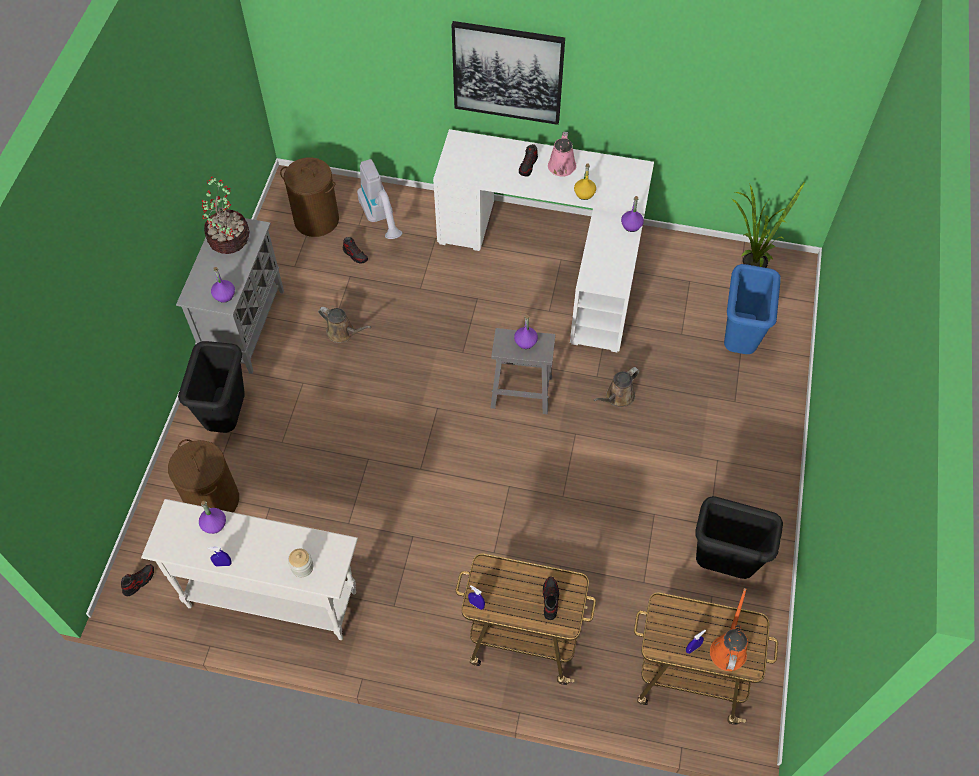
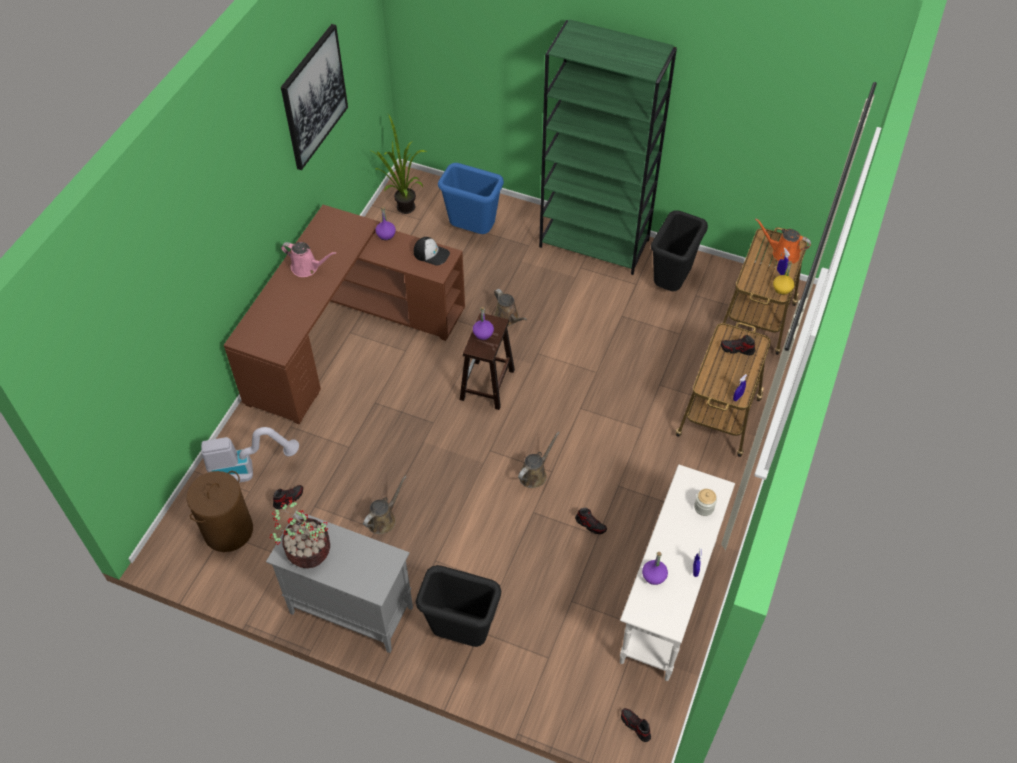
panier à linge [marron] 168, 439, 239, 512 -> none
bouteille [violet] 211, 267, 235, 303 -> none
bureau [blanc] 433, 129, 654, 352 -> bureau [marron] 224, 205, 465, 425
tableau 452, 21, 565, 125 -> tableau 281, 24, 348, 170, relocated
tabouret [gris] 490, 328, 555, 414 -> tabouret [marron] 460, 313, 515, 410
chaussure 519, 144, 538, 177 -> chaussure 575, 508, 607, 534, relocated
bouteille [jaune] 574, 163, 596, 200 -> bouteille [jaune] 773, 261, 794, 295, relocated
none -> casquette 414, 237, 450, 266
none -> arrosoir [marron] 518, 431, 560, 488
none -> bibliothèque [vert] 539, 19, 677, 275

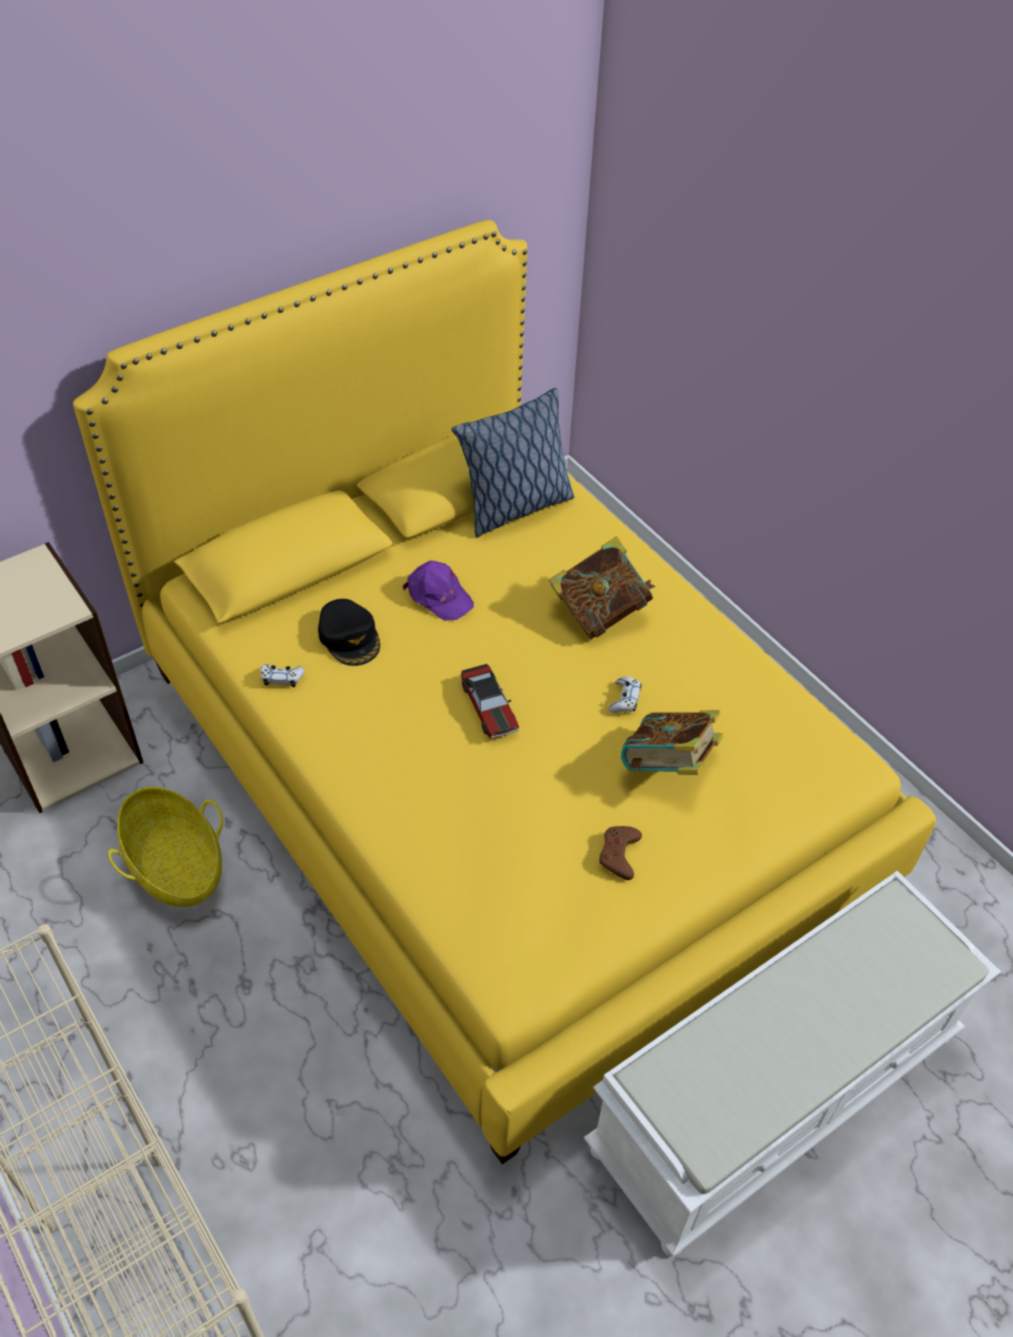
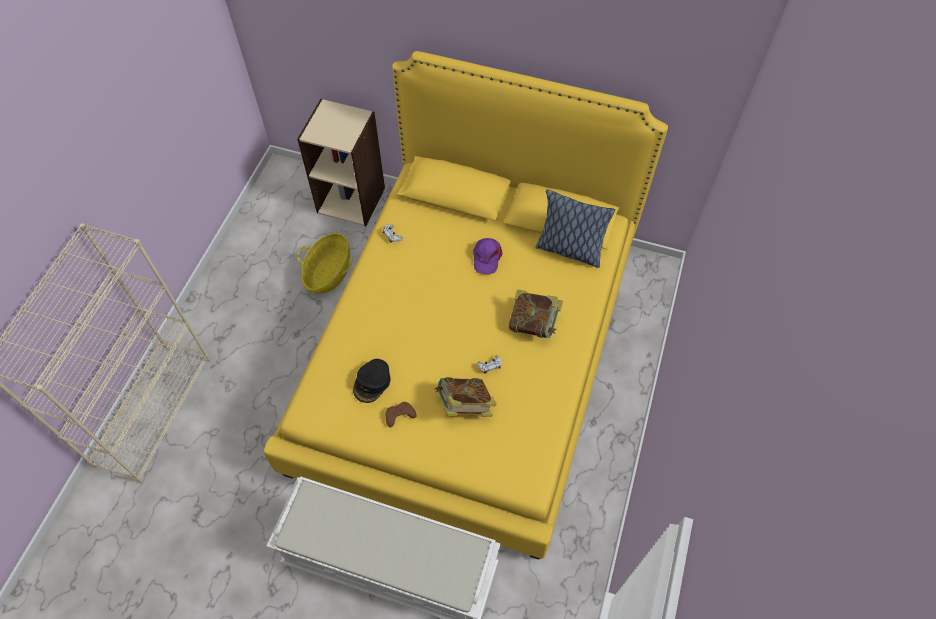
casquette [noir] 318, 599, 380, 666 -> casquette [noir] 353, 359, 390, 403, relocated
petite voiture 461, 664, 519, 738 -> none

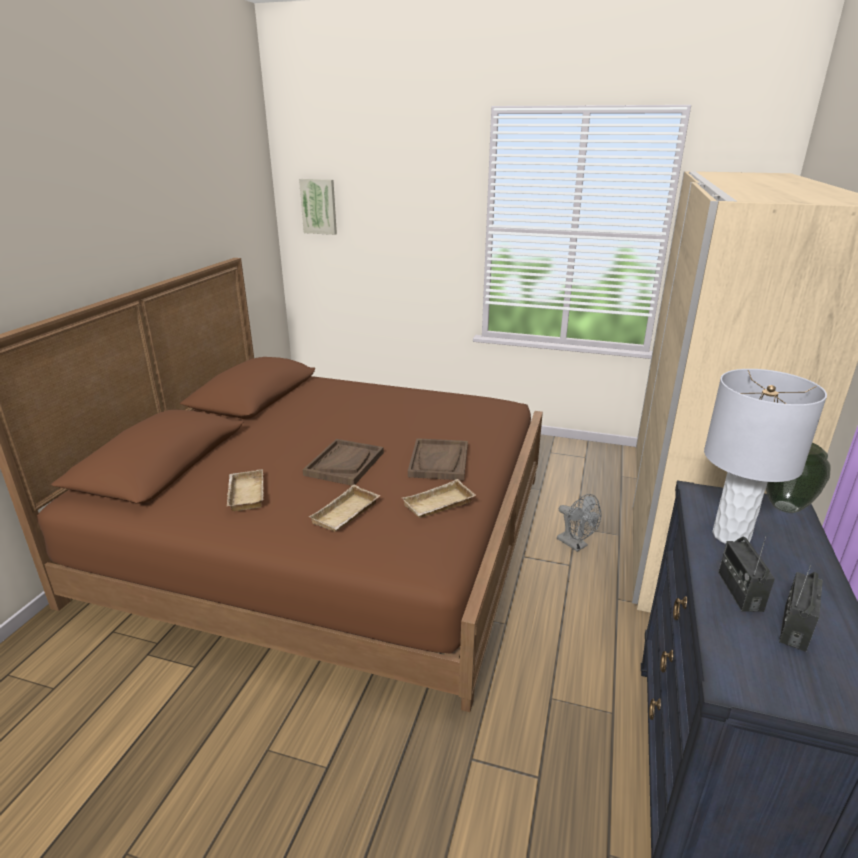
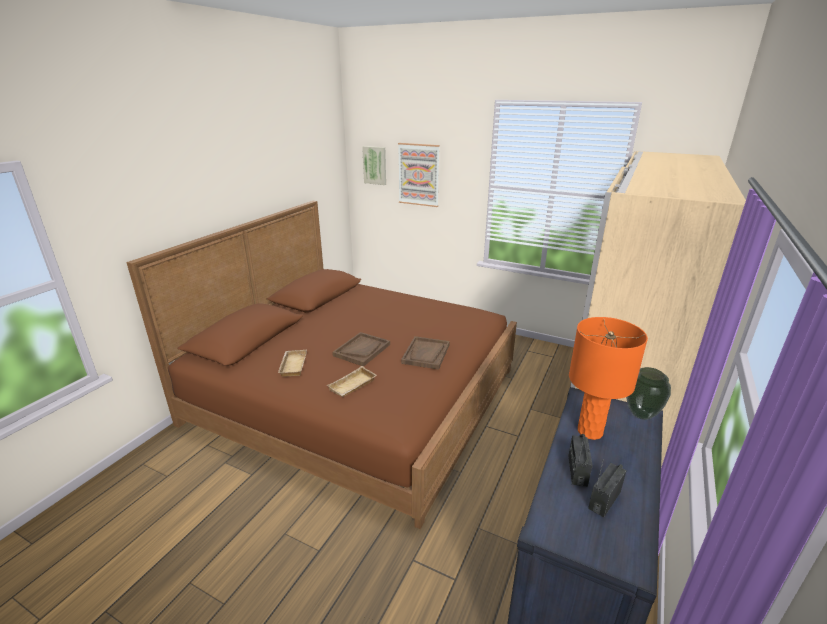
plateau [beige] 402, 479, 476, 518 -> none
ventilateur [gris] 557, 494, 601, 552 -> none
lampe de table [gris] 704, 369, 827, 544 -> lampe de table [orange] 569, 317, 648, 440
none -> tableau 398, 143, 440, 207

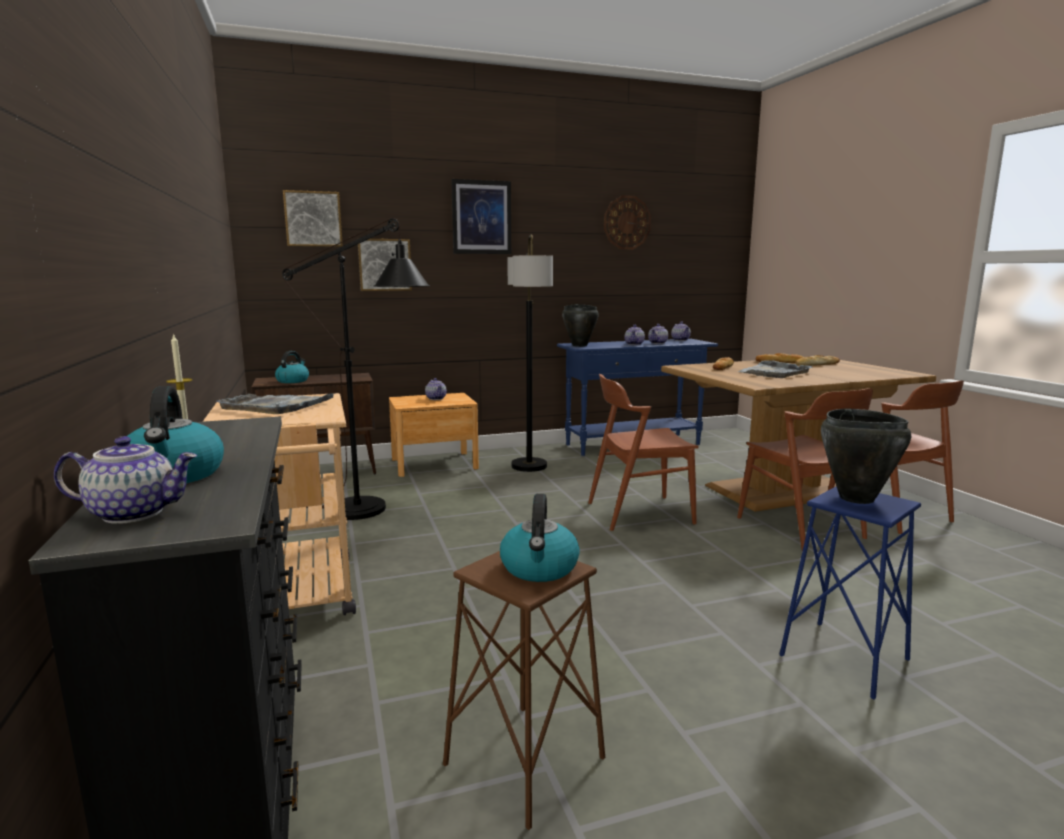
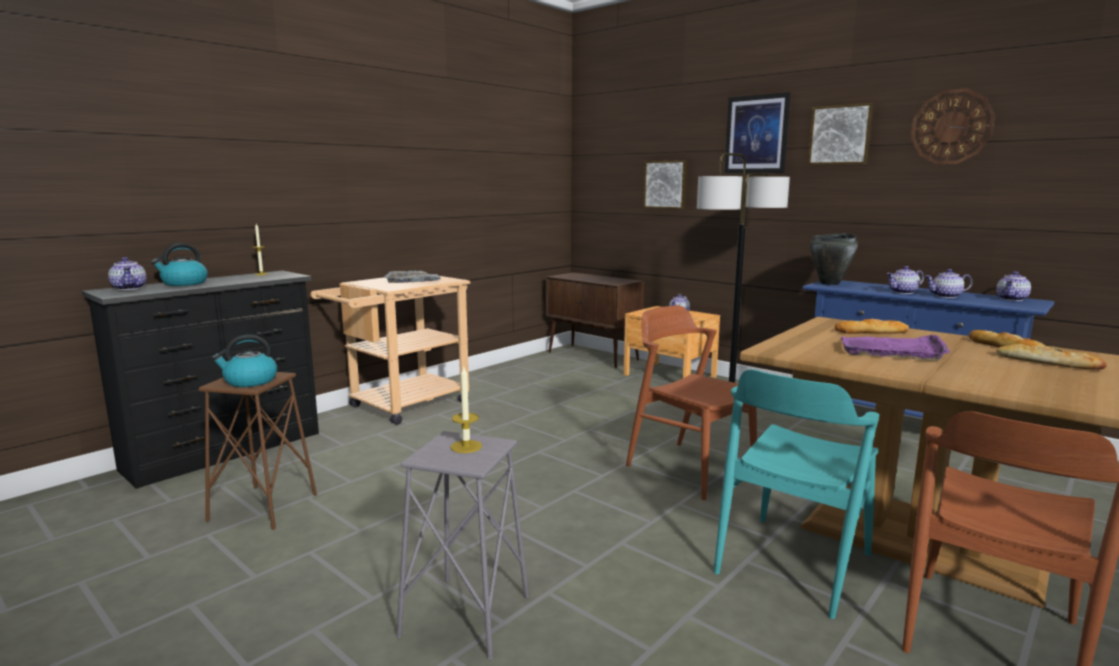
bouilloire 275, 351, 309, 383 -> none
lampadaire [noir] 282, 218, 430, 520 -> none
tableau 283, 190, 343, 247 -> tableau 808, 103, 874, 165, relocated
plateau [gris] 737, 360, 812, 378 -> plateau [violet] 841, 335, 950, 361
chaise [marron] 737, 388, 873, 551 -> chaise [turquoise] 714, 370, 879, 619
tabouret [bleu] 780, 486, 921, 700 -> tabouret [gris] 396, 431, 529, 660
marmite [noir] 821, 408, 911, 504 -> bougie 450, 365, 482, 453

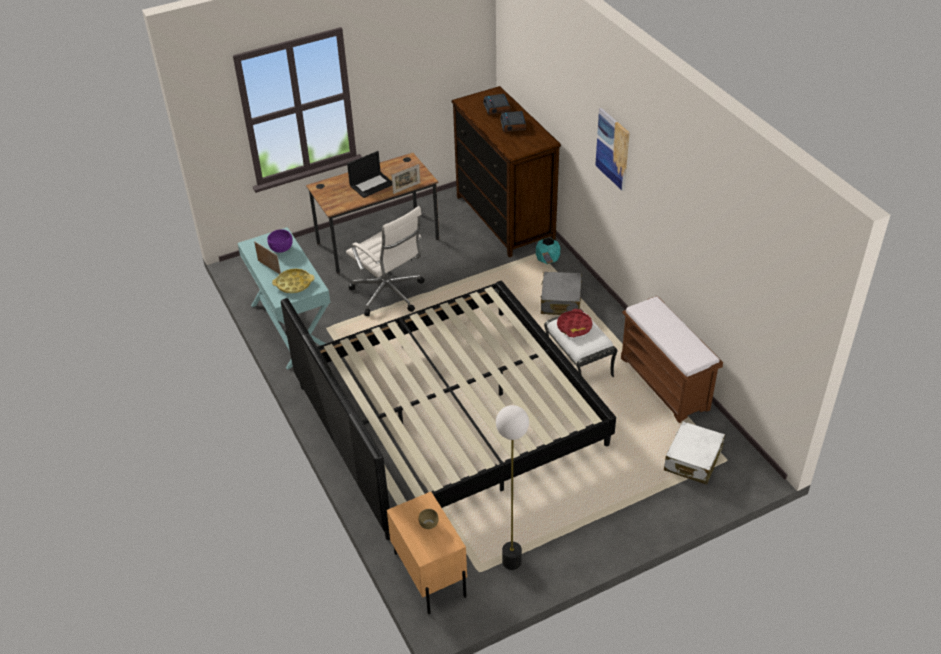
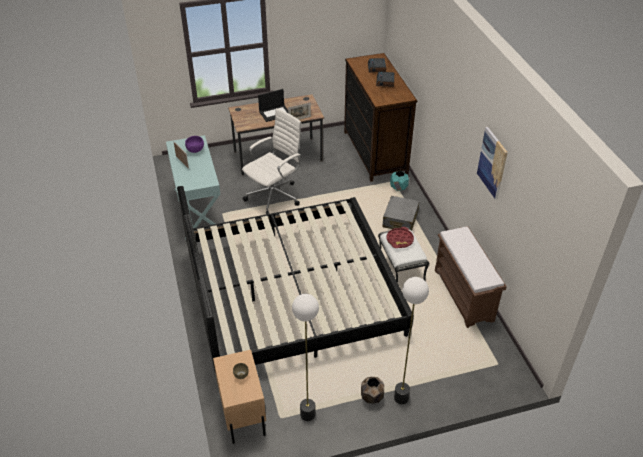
plateau [jaune] 272, 268, 314, 293 -> none
chaise de bureau [blanc] 346, 206, 425, 316 -> chaise de bureau [blanc] 242, 108, 302, 214, 105 degrees counterclockwise
tableau 595, 108, 630, 191 -> tableau 477, 127, 508, 200, relocated
valise [blanc] 664, 421, 725, 485 -> none
none -> cache-pot [marron] 361, 377, 384, 404
none -> lampadaire 394, 277, 429, 404

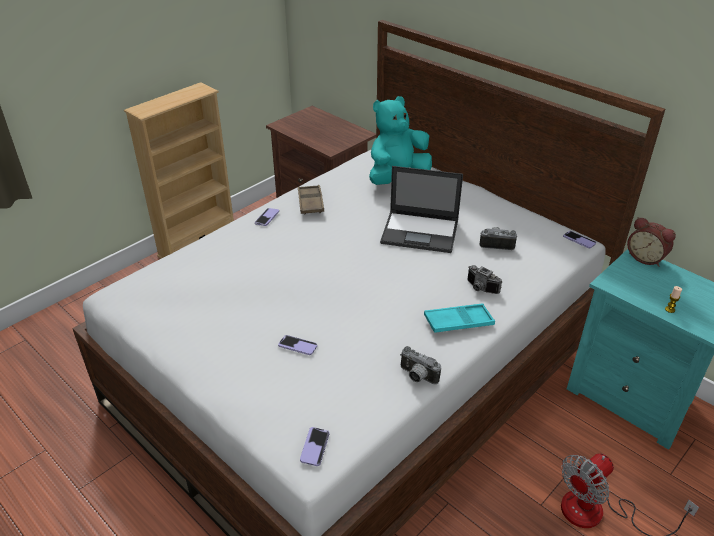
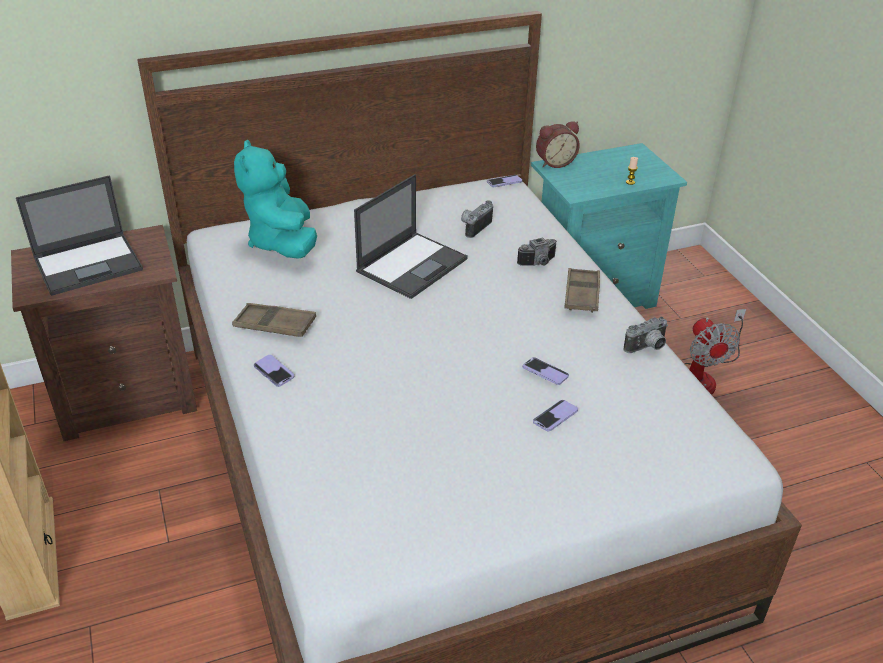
téléphone 300, 427, 329, 466 -> téléphone 523, 357, 569, 385, relocated
plateau [turquoise] 424, 304, 495, 333 -> plateau [marron] 565, 268, 600, 313
none -> ordinateur portable 16, 175, 143, 296

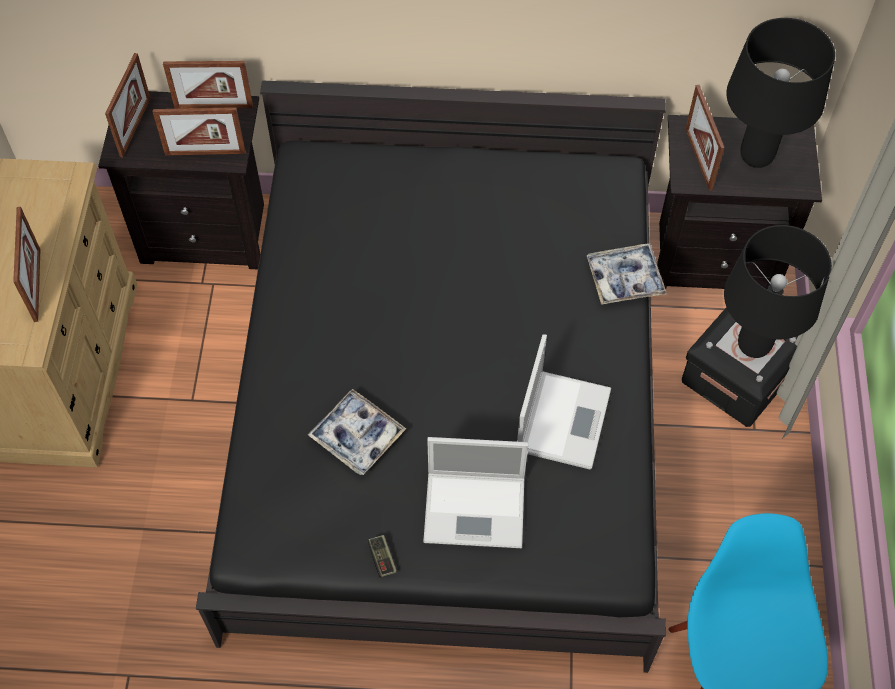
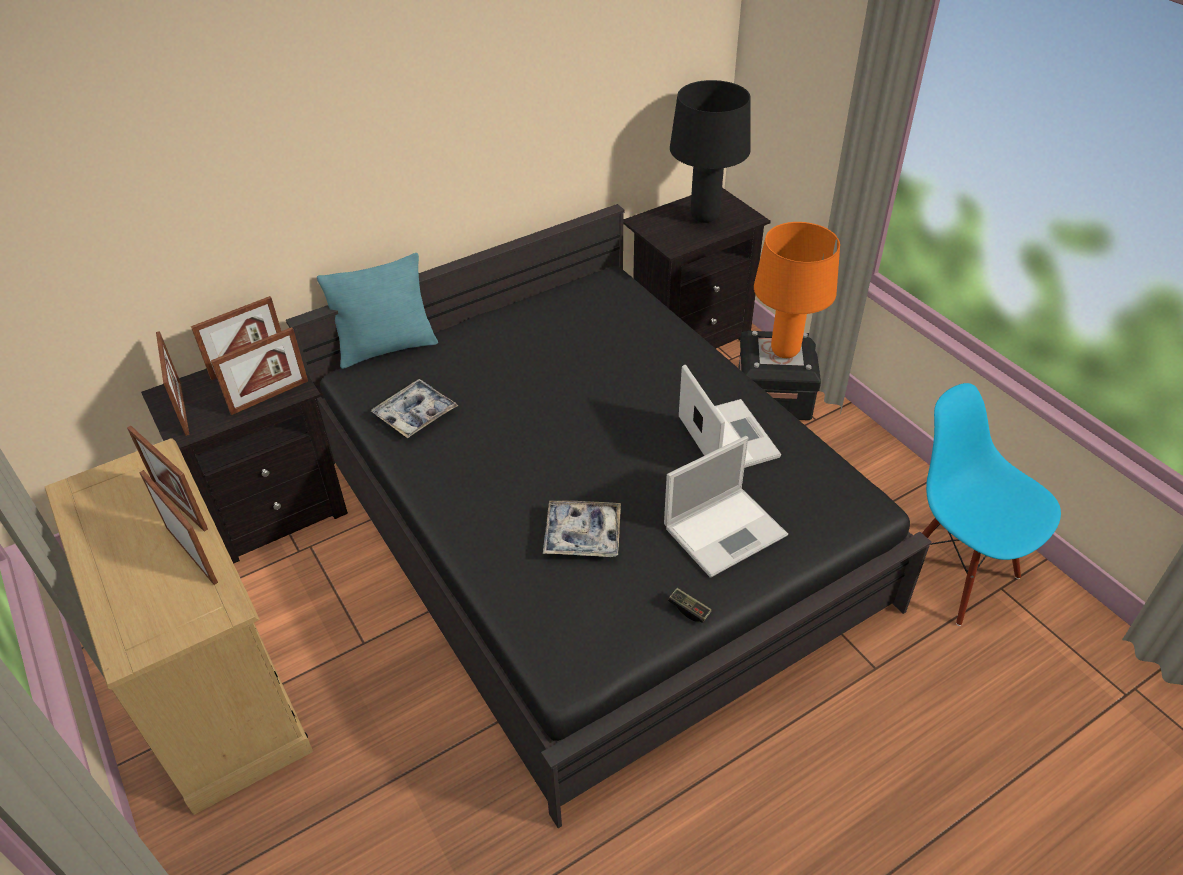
plateau 586, 243, 667, 305 -> plateau 371, 379, 458, 438, relocated
cadre photo 685, 85, 725, 191 -> cadre photo 127, 426, 208, 532, relocated
lampe de table [noir] 724, 225, 832, 358 -> lampe de table [orange] 754, 222, 840, 358
none -> coussin [turquoise] 317, 253, 438, 369

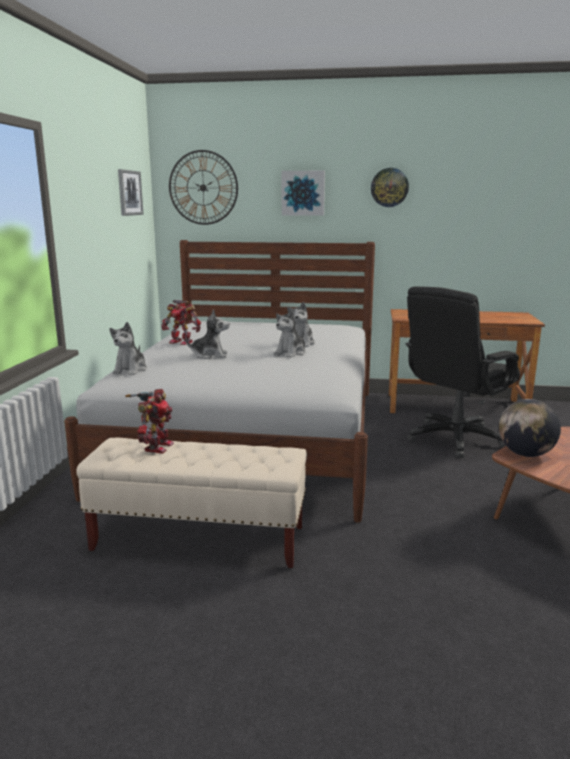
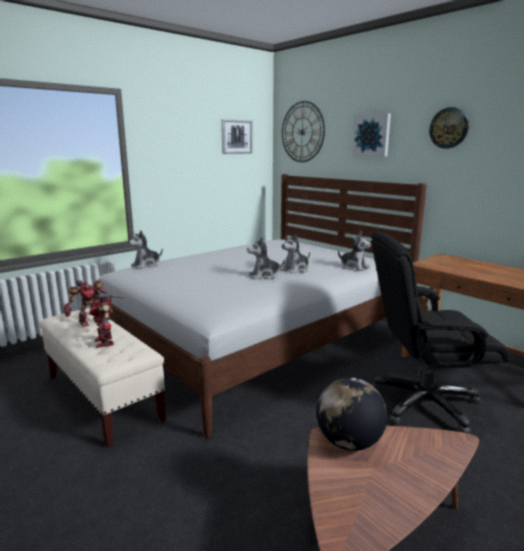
robot jouet 161, 300, 201, 345 -> robot jouet 90, 294, 125, 348, relocated
peluche 185, 309, 230, 359 -> peluche 338, 231, 371, 271, relocated

